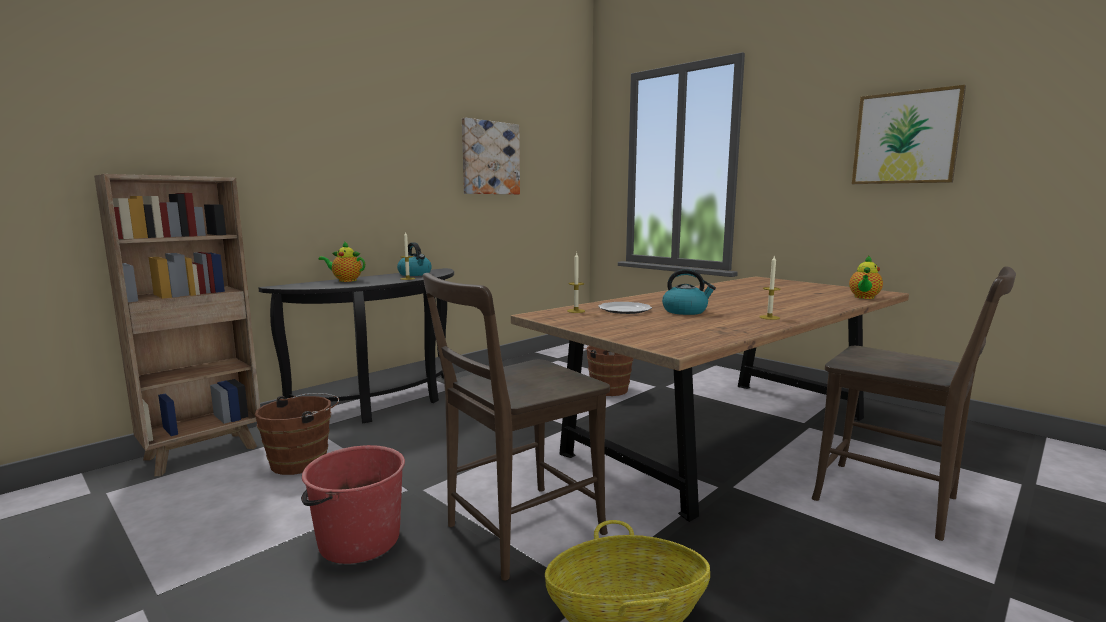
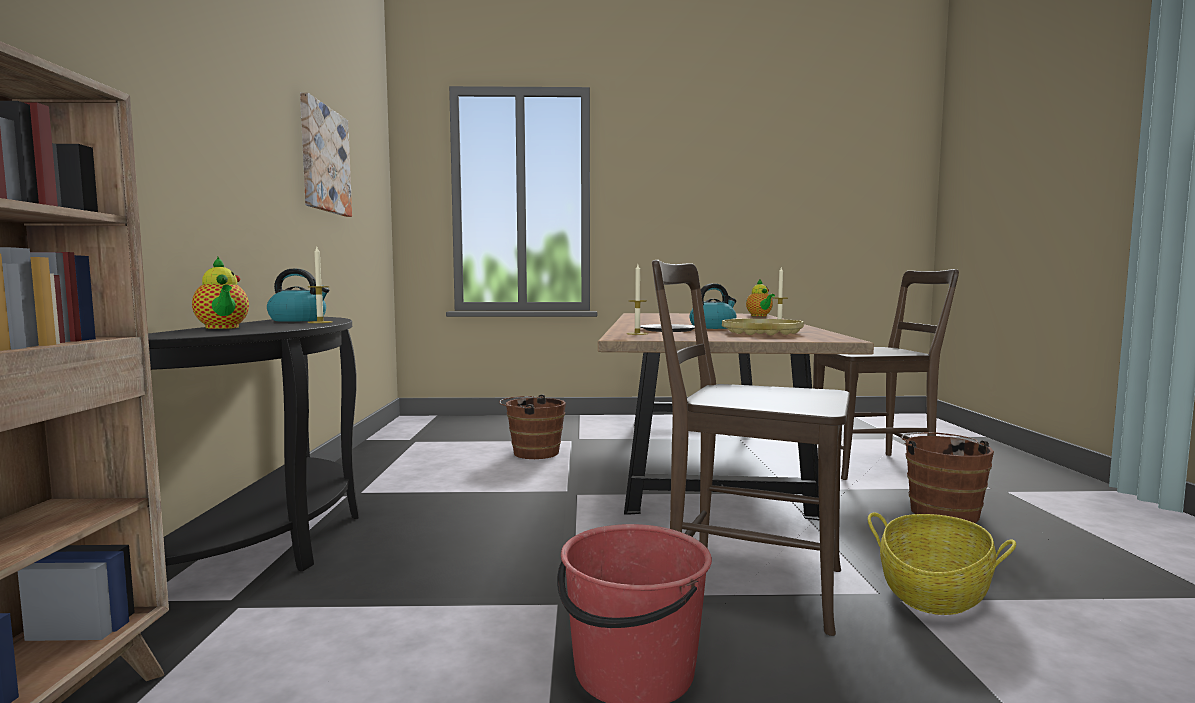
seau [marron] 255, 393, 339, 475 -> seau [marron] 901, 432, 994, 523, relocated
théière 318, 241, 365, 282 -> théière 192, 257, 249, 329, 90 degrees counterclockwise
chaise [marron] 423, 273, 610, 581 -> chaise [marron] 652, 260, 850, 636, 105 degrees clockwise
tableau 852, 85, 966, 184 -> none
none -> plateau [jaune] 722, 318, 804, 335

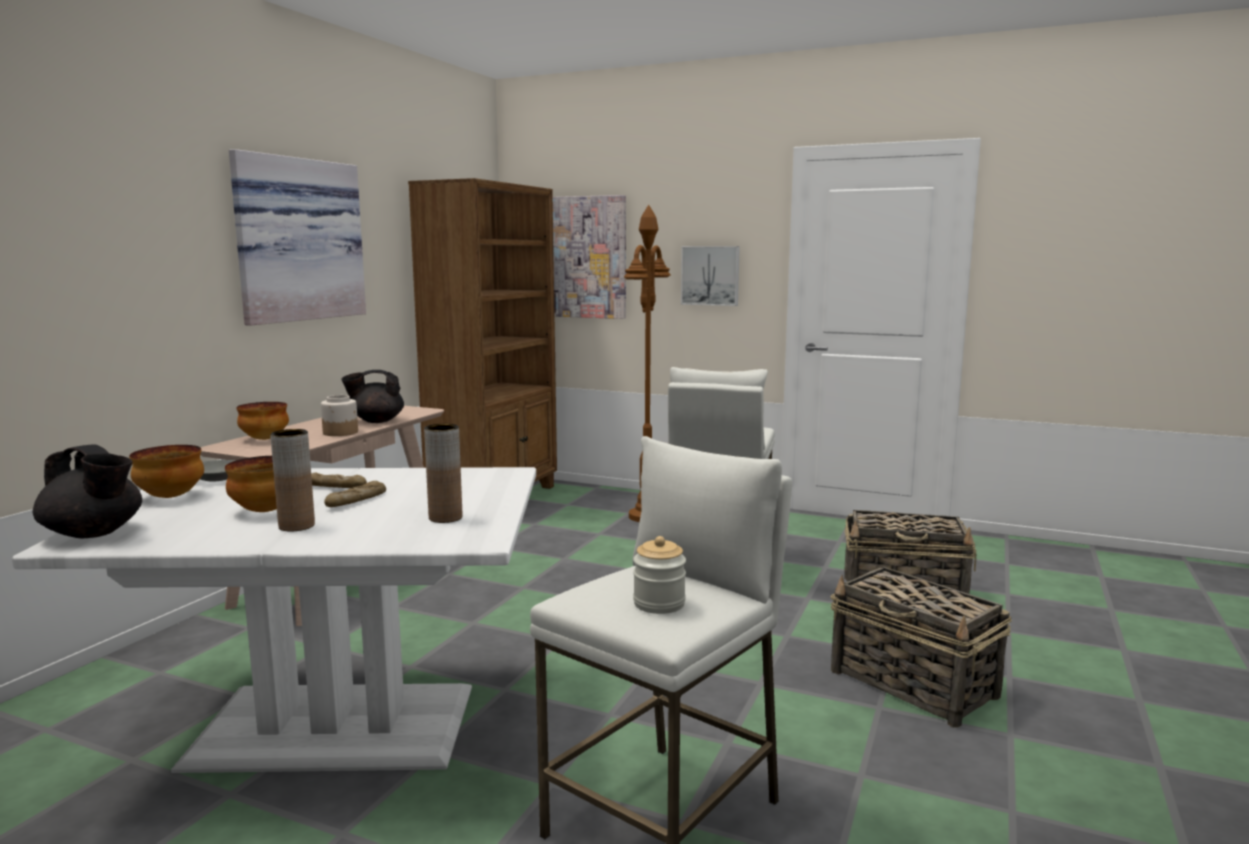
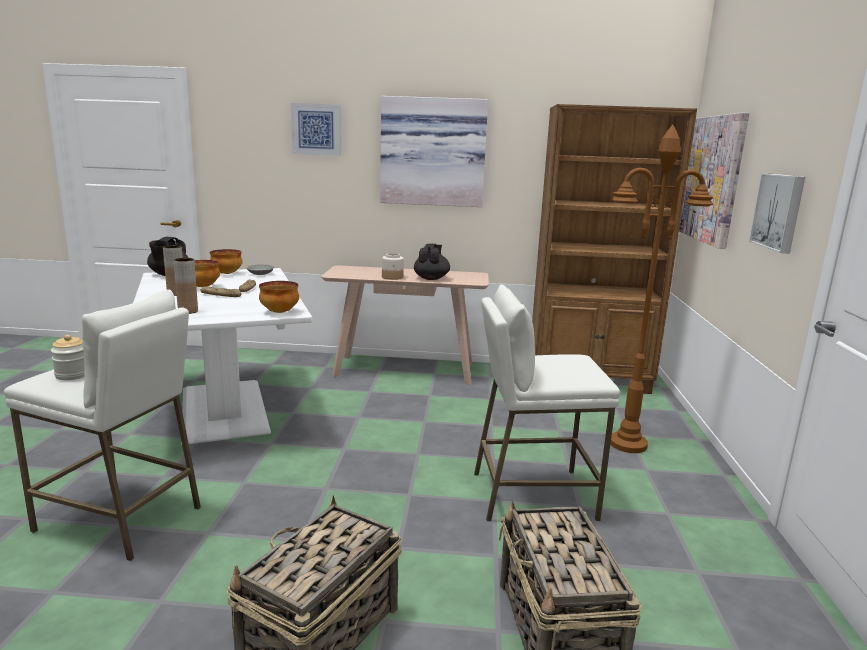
bol 236, 402, 289, 440 -> bol 259, 281, 299, 313, relocated
théière [noir] 341, 370, 404, 423 -> théière [noir] 414, 244, 450, 280, 45 degrees clockwise
none -> tableau 291, 103, 341, 156

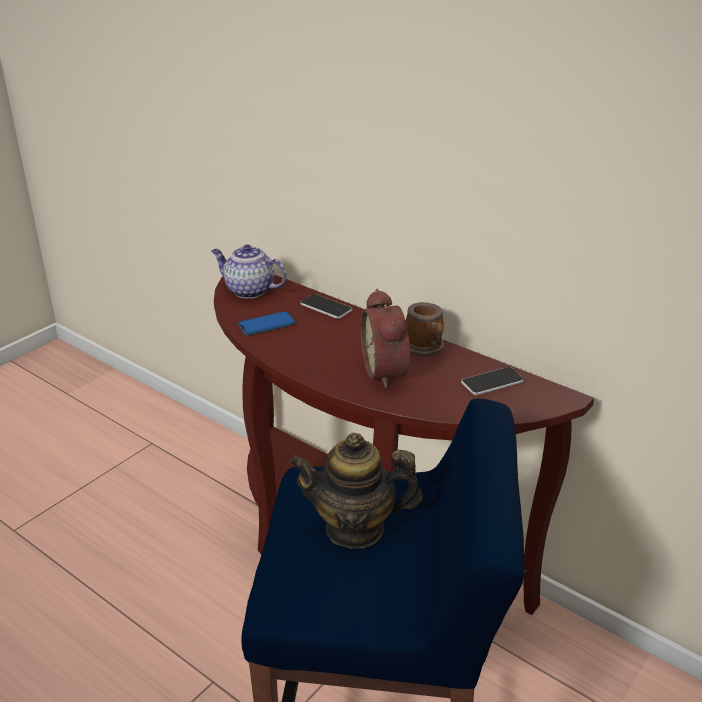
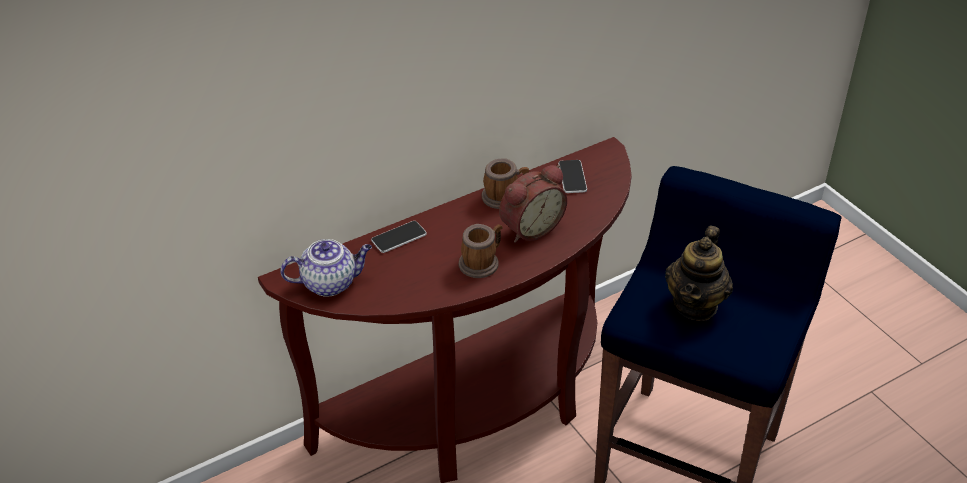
théière 211, 244, 287, 299 -> théière 280, 239, 372, 297, 150 degrees counterclockwise
téléphone 238, 311, 295, 335 -> none
réveil 360, 289, 410, 388 -> réveil 499, 165, 567, 243, 45 degrees counterclockwise
none -> mug 459, 224, 503, 278

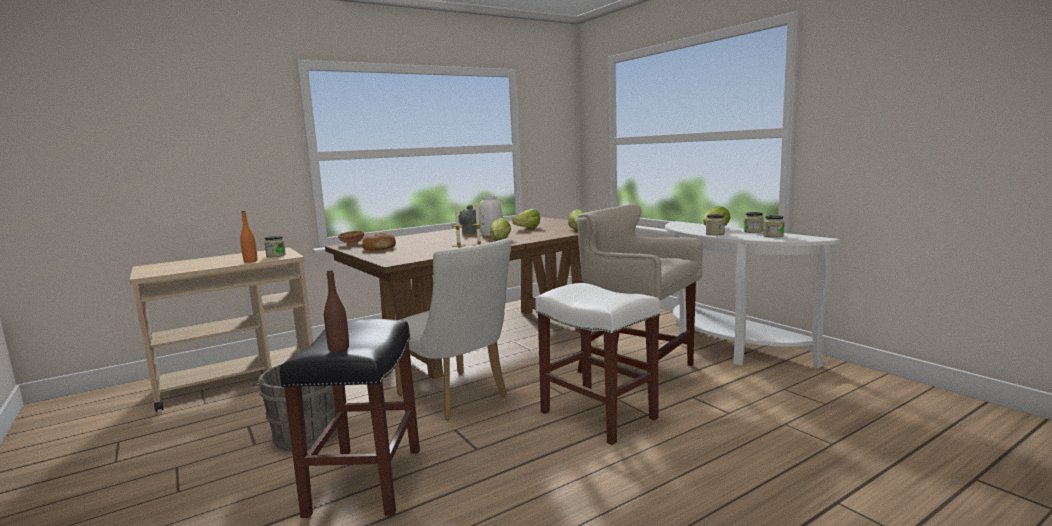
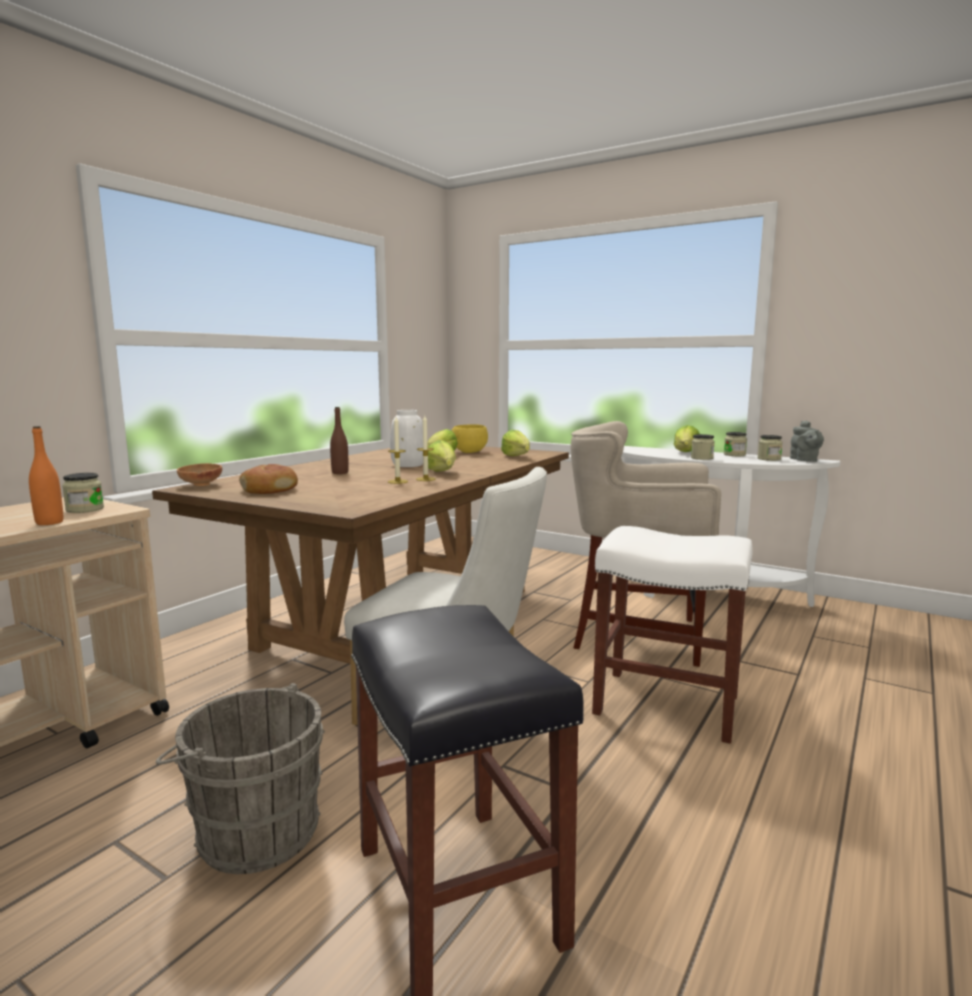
bouteille [marron] 324, 270, 349, 352 -> bouteille [marron] 330, 407, 349, 474, relocated
théière [gris] 459, 205, 477, 233 -> théière [gris] 790, 421, 824, 462, relocated
none -> bol [jaune] 452, 424, 488, 453

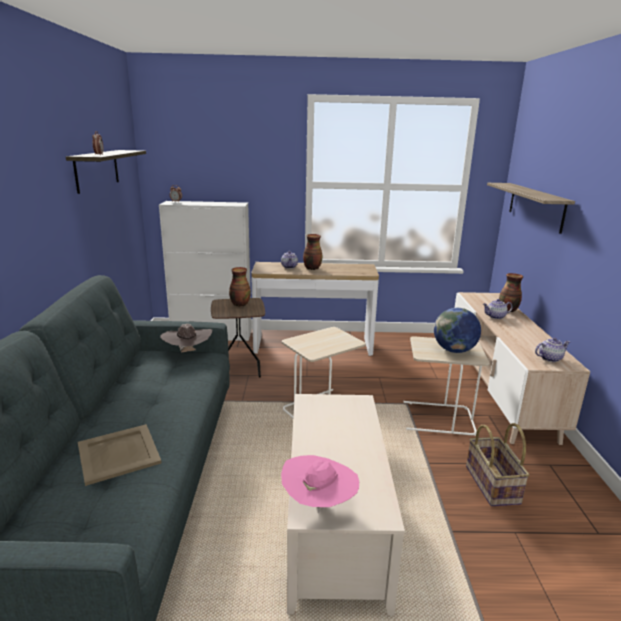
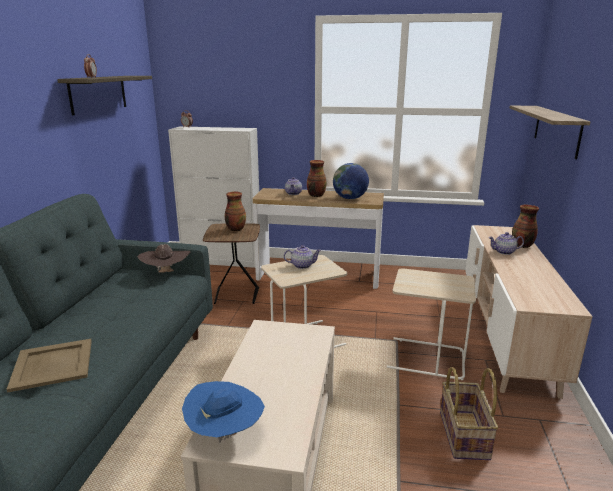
chapeau [rose] 281, 455, 359, 513 -> chapeau [bleu] 182, 381, 265, 443
globe 434, 308, 481, 353 -> globe 333, 163, 369, 199, relocated
théière 535, 337, 570, 362 -> théière 284, 245, 321, 269, relocated

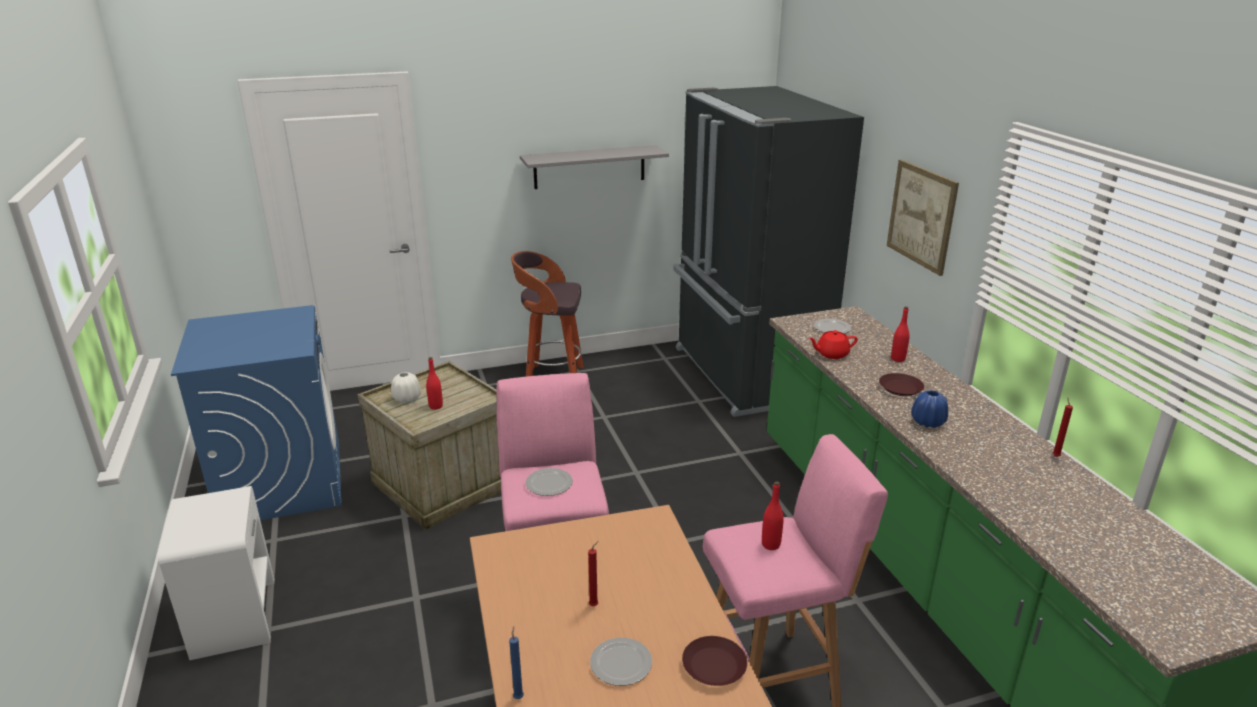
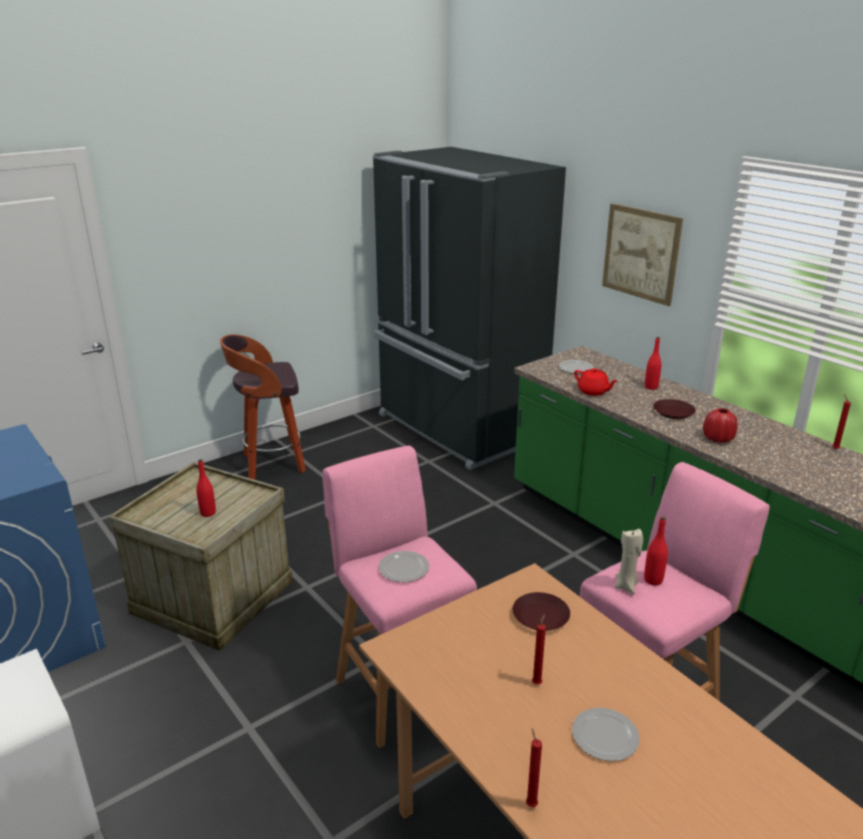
vase [blanc] 391, 372, 421, 403 -> none
bougie [bleu] 509, 626, 524, 699 -> bougie [rouge] 526, 728, 542, 807
étagère [gris] 520, 145, 669, 189 -> none
assiette [marron] 682, 636, 747, 686 -> assiette [marron] 513, 592, 570, 631, relocated
théière [rouge] 808, 330, 858, 359 -> théière [rouge] 574, 368, 618, 396, 105 degrees counterclockwise
vase [bleu] 911, 390, 948, 428 -> vase [rouge] 703, 408, 737, 443
none -> bougie [beige] 615, 529, 643, 594

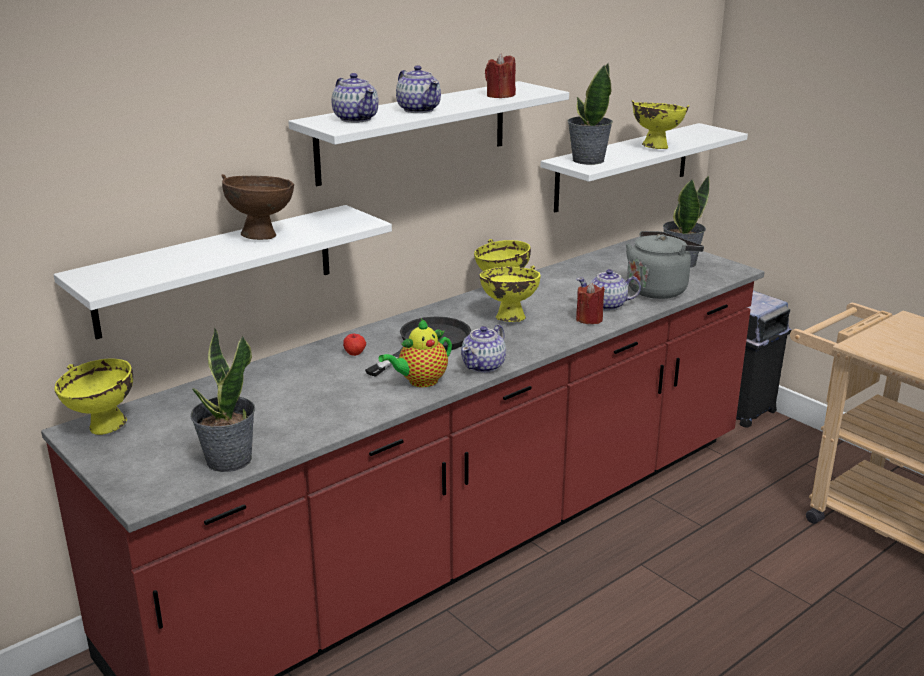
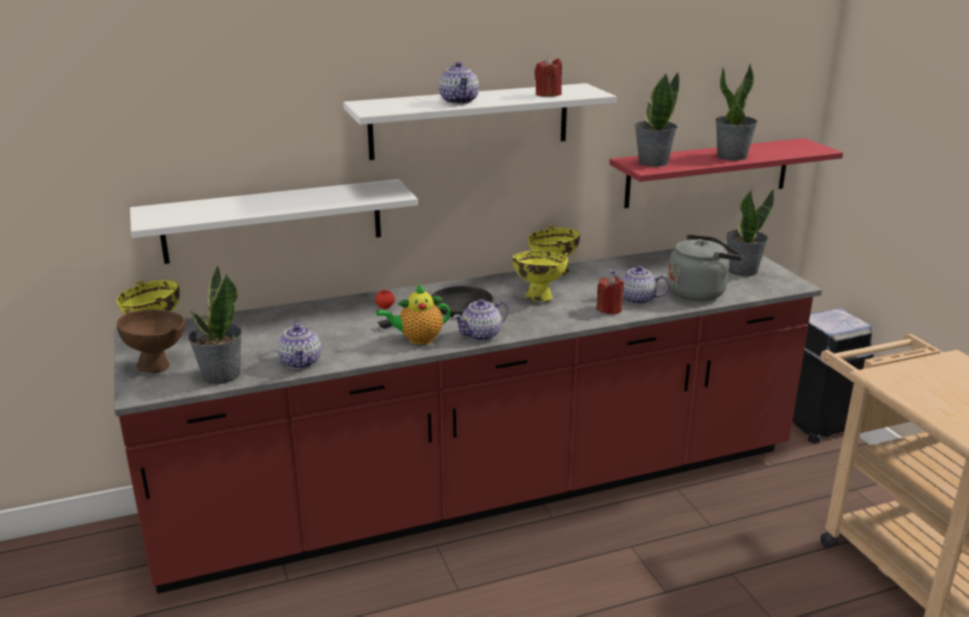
bol [marron] 222, 174, 294, 240 -> bol [marron] 117, 309, 185, 373, relocated
théière 331, 73, 379, 123 -> théière 277, 321, 321, 369, relocated
étagère [blanc] 541, 123, 748, 212 -> étagère [rouge] 610, 138, 843, 208
bol [jaune] 632, 100, 689, 149 -> plante en pot 715, 63, 758, 161

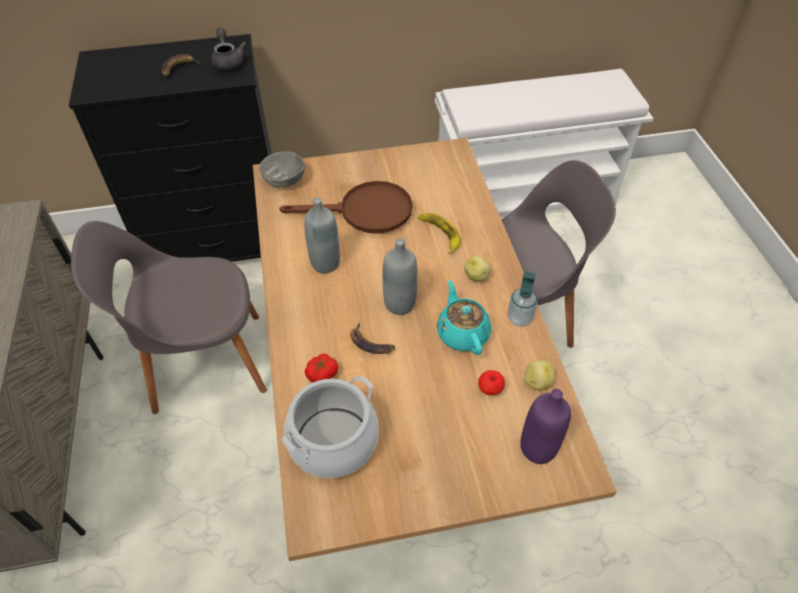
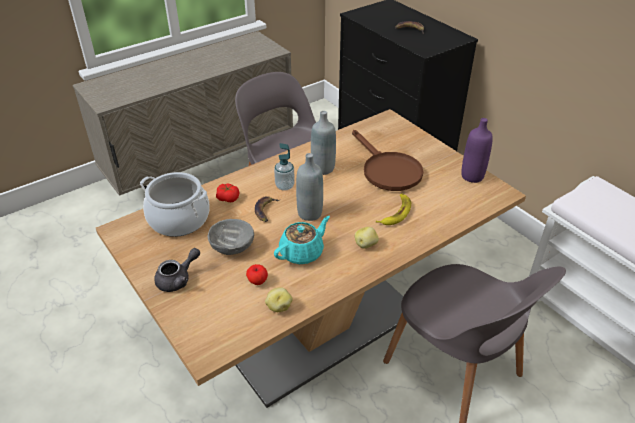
théière [gris] 211, 28, 247, 71 -> théière [gris] 154, 248, 200, 292, relocated
bol [gris] 259, 151, 305, 188 -> bol [gris] 208, 219, 254, 255, relocated
distributeur de savon 508, 271, 538, 327 -> distributeur de savon 274, 143, 295, 191, relocated
bouteille [violet] 520, 389, 571, 464 -> bouteille [violet] 461, 118, 493, 183, relocated

